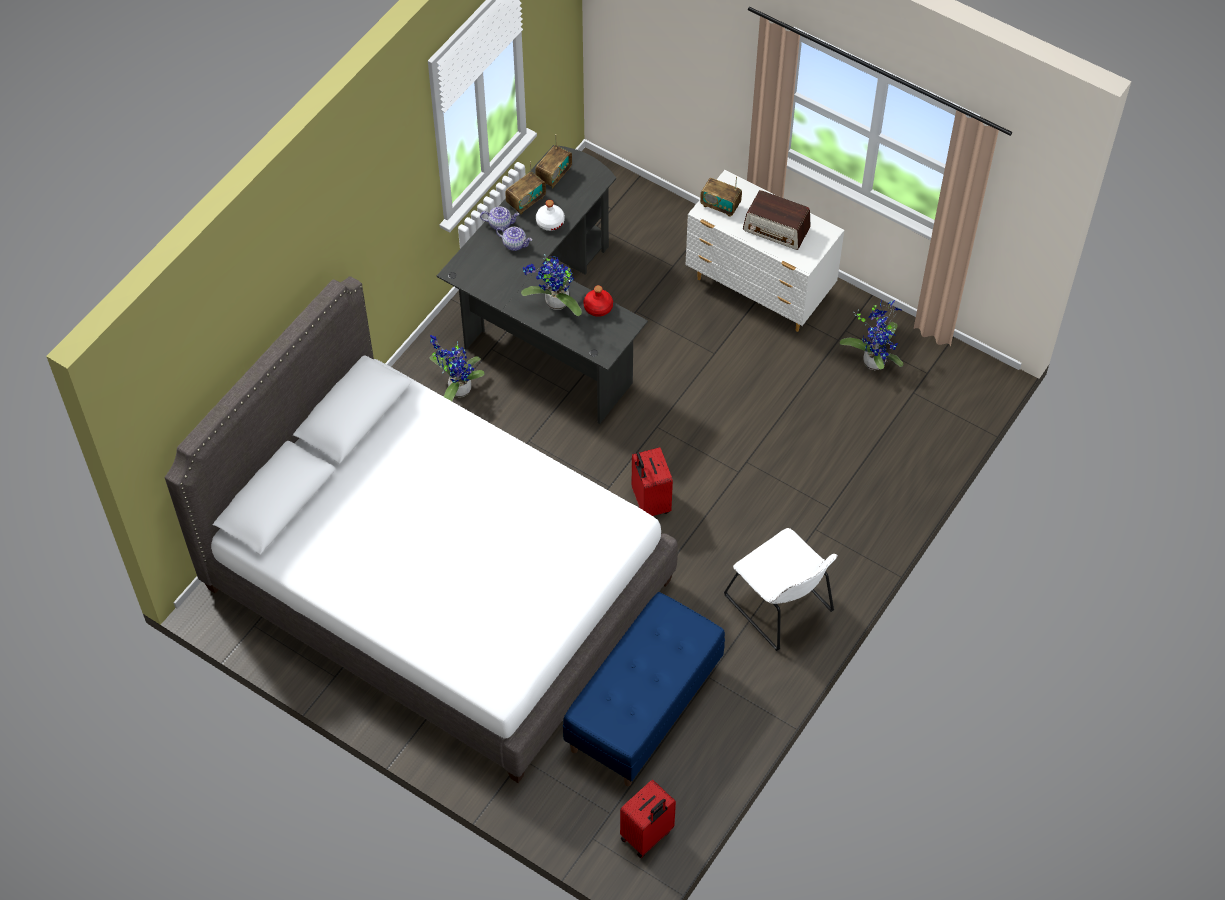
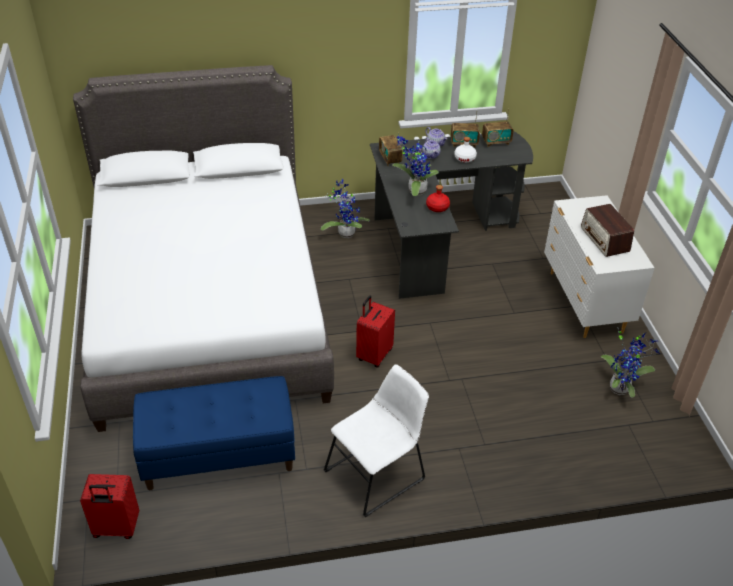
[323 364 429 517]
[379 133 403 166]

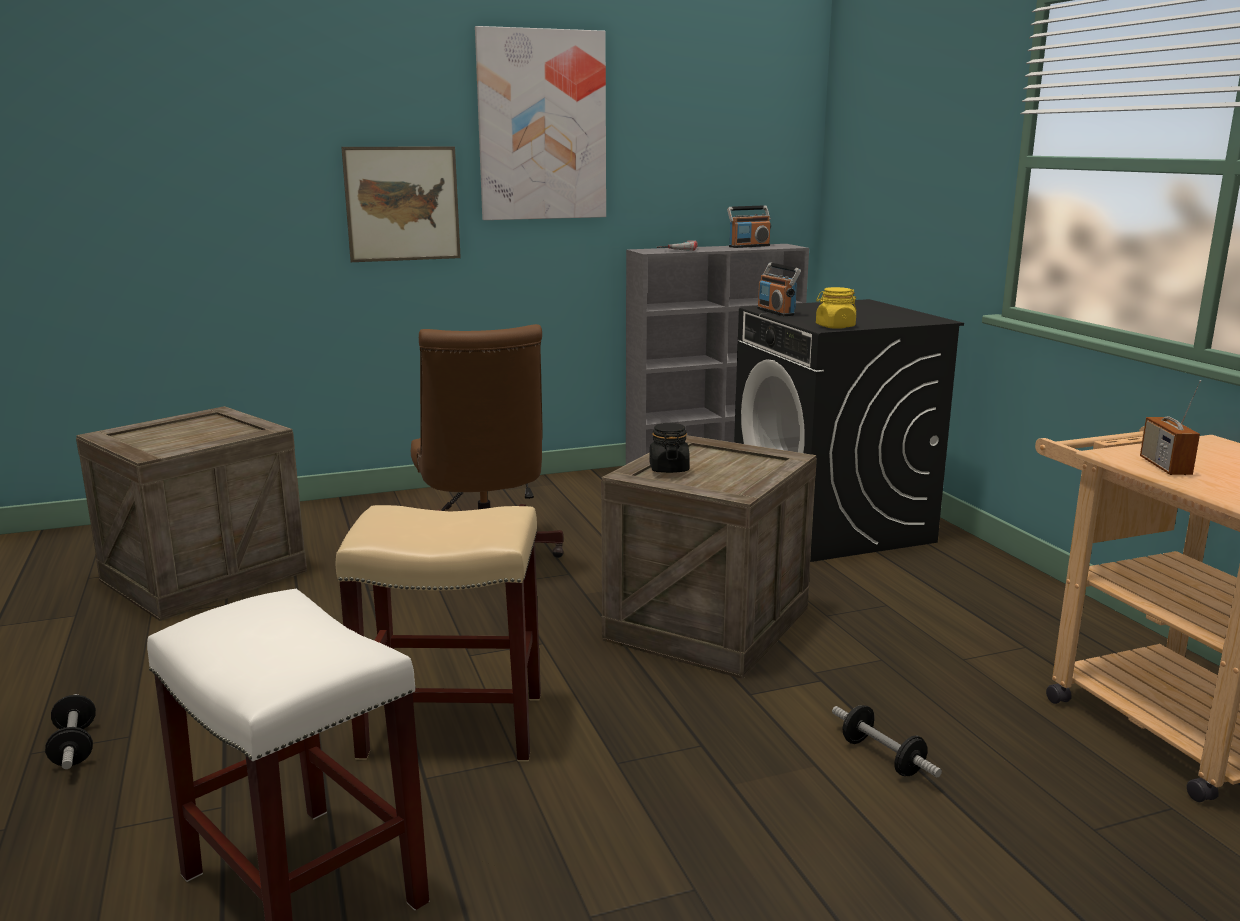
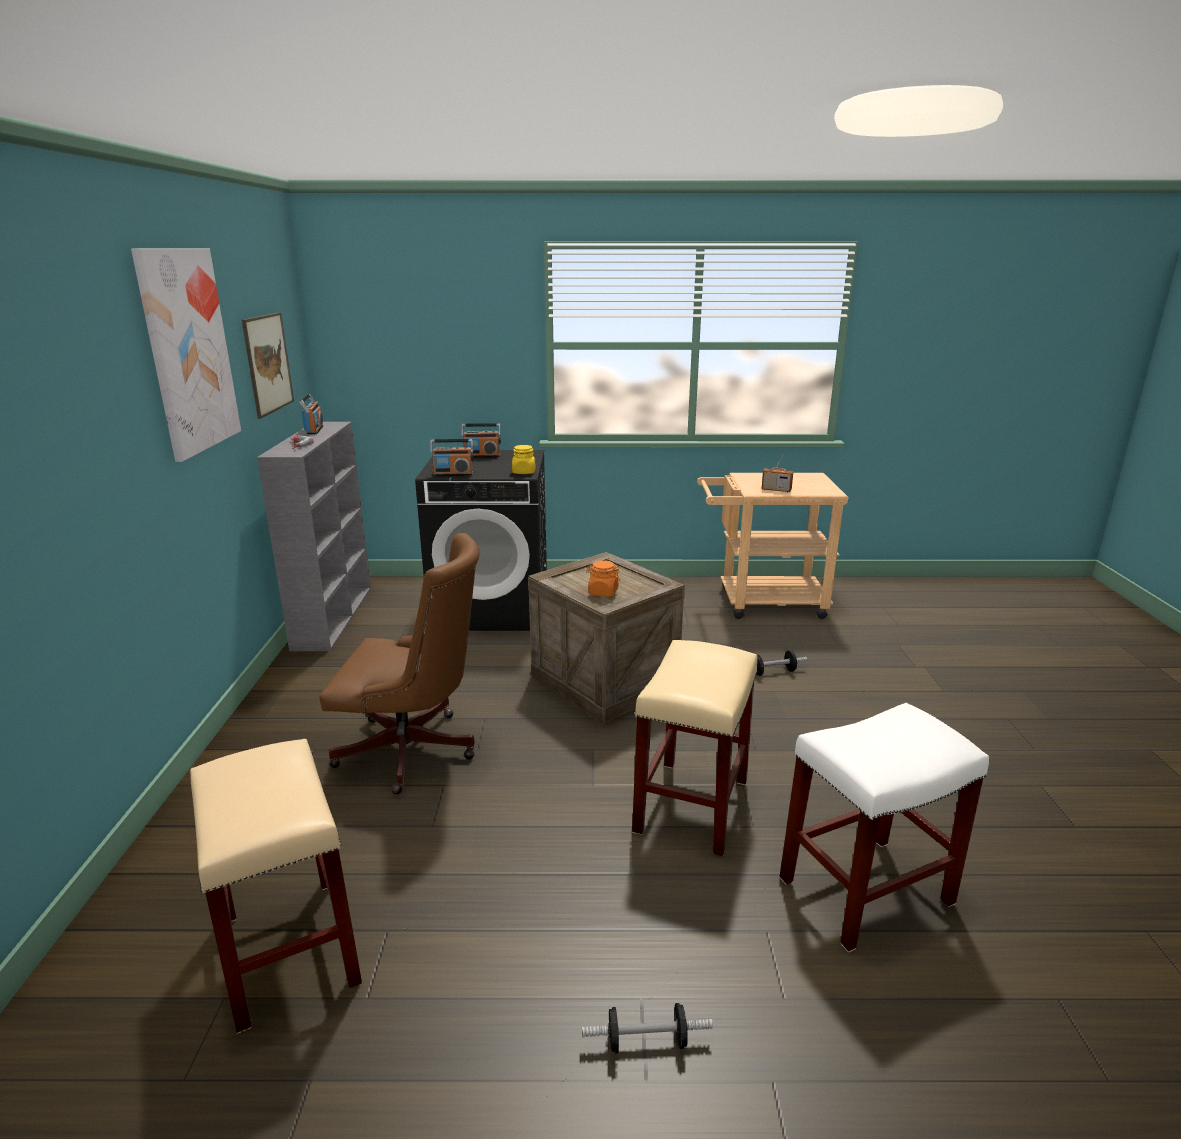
[190 739 362 1034]
[242 312 294 419]
[461 423 501 458]
[586 560 620 597]

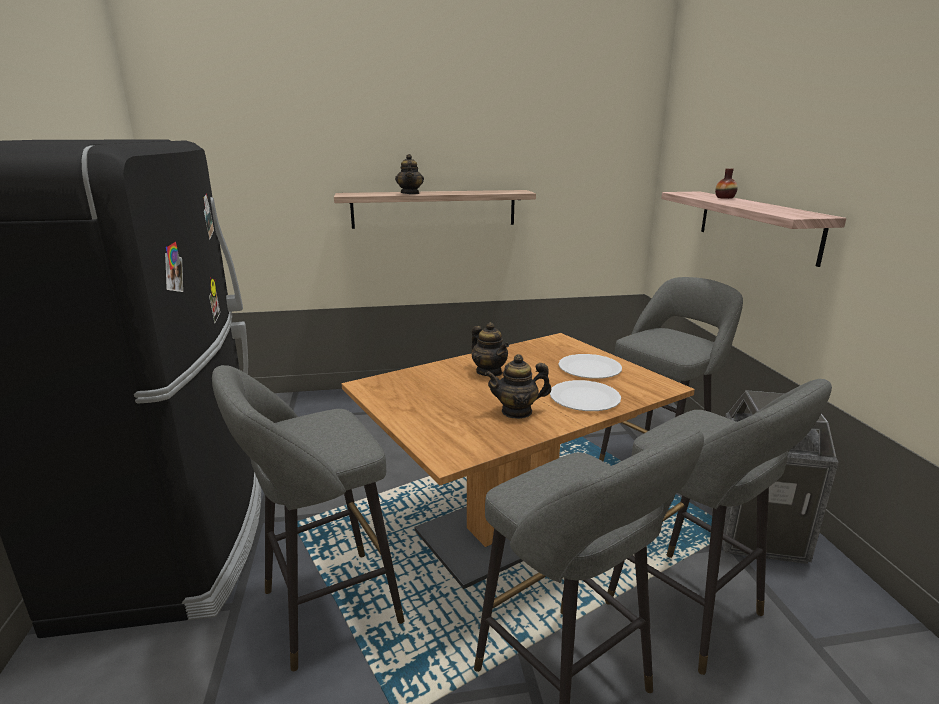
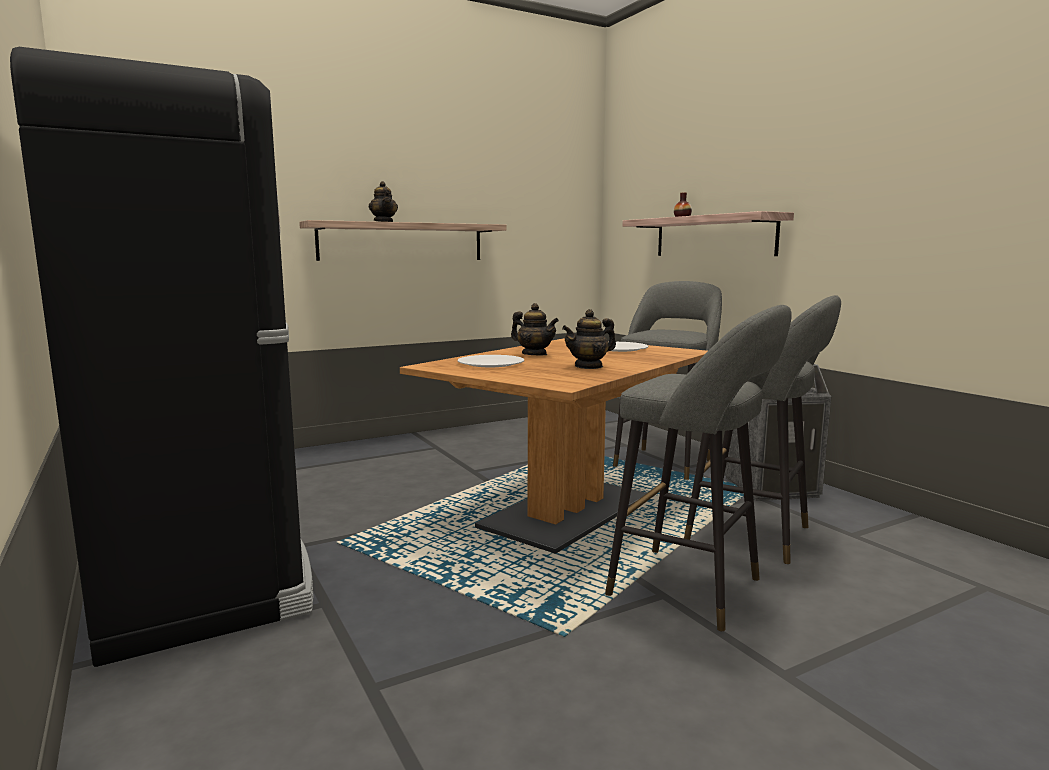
[458 355 524 367]
[212 365 404 671] (first image)

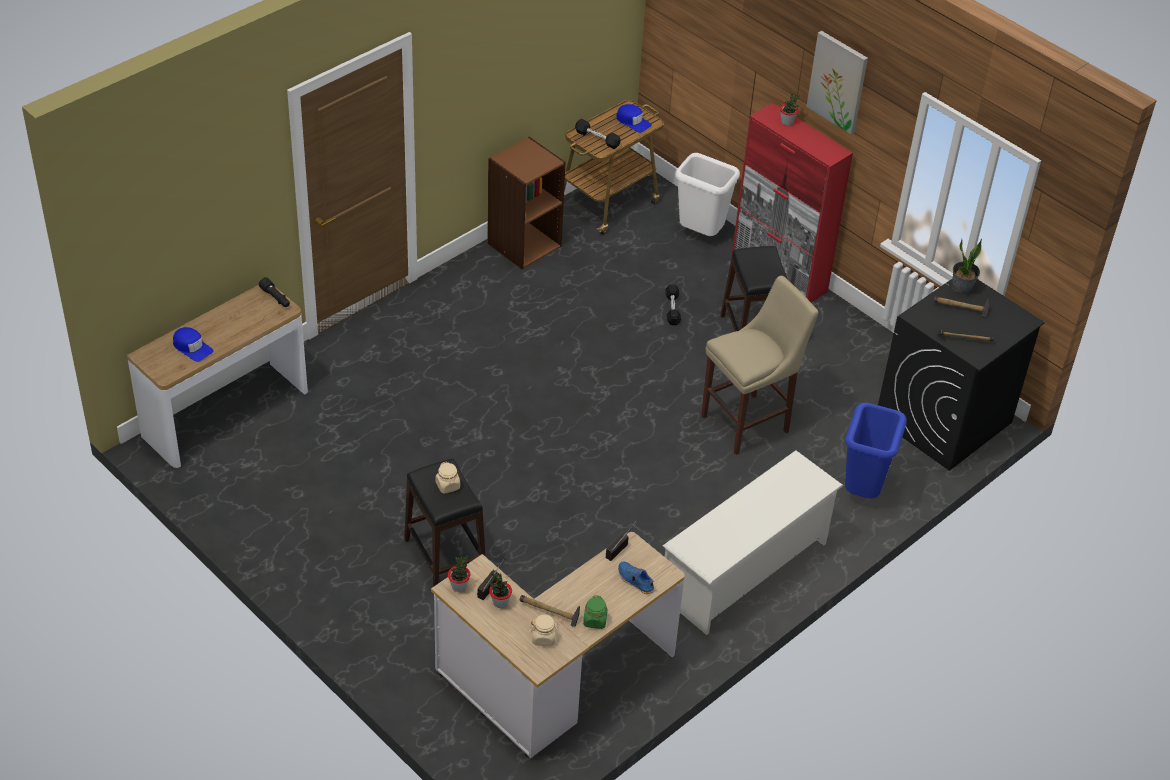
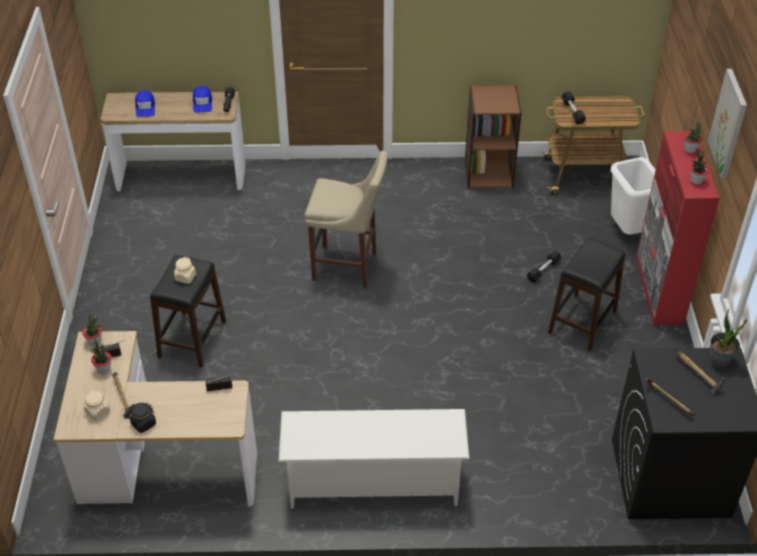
[128 402 156 433]
[193 86 212 113]
[305 151 388 288]
[690 149 709 184]
[618 561 655 594] (first image)
[845 403 907 499] (first image)

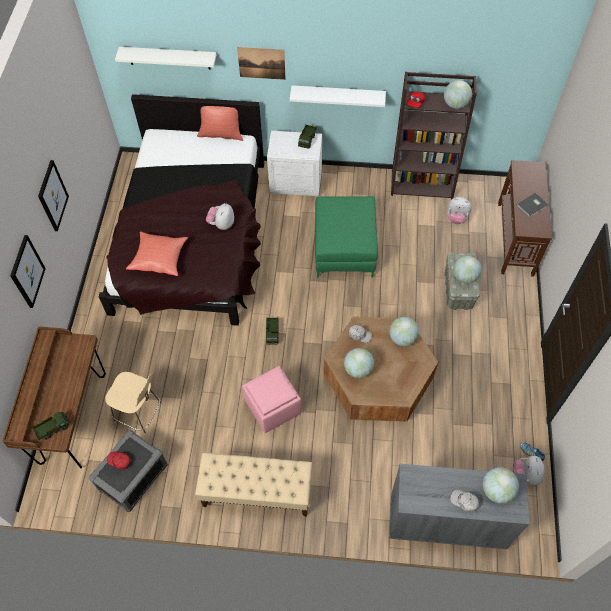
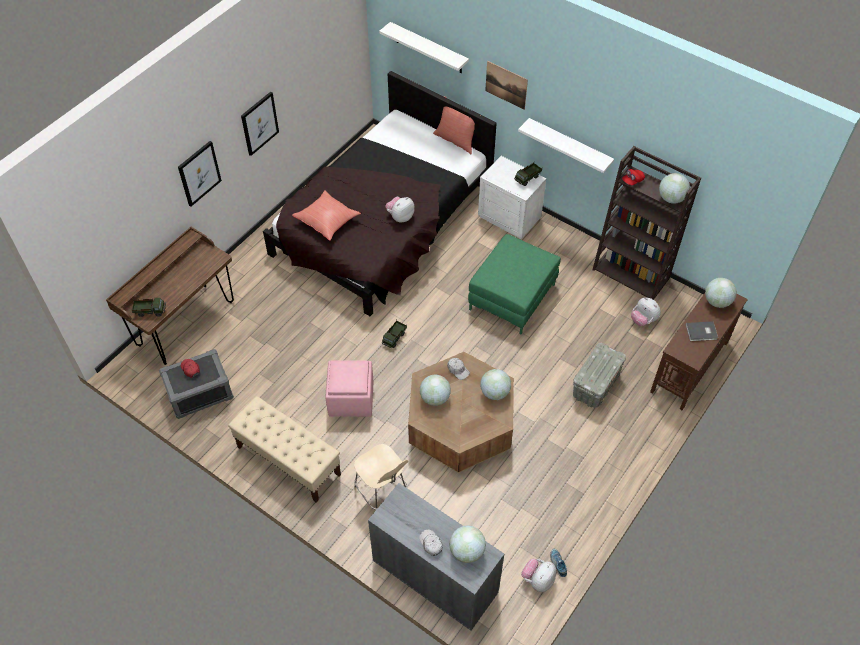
[354 444 408 510]
[705 278 737 308]

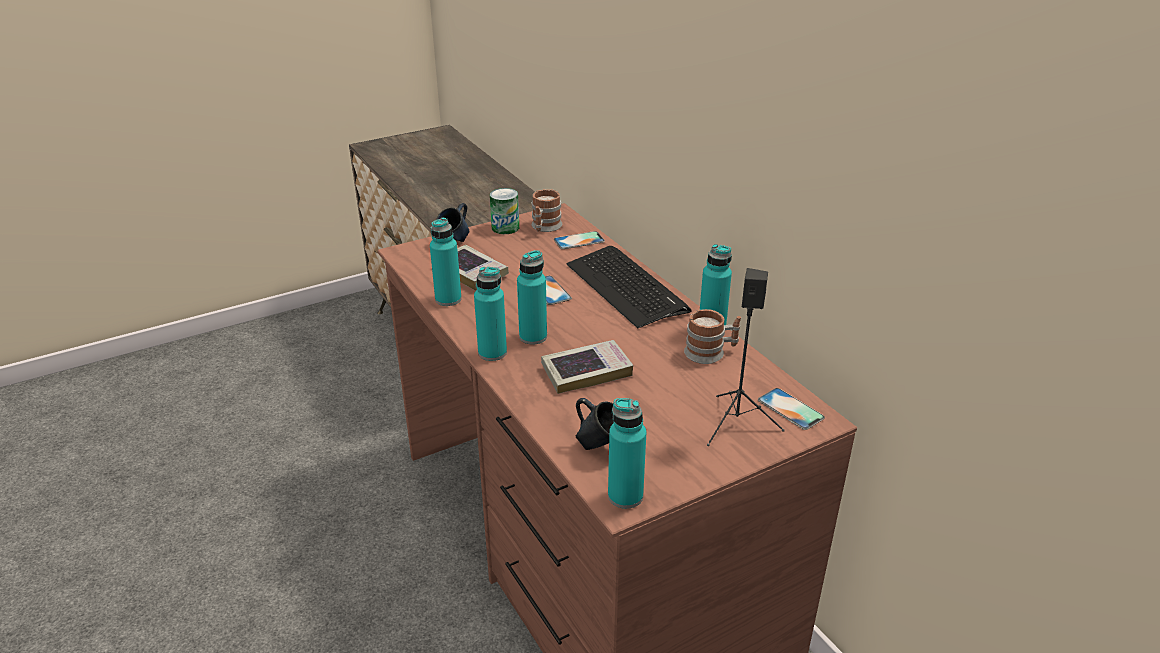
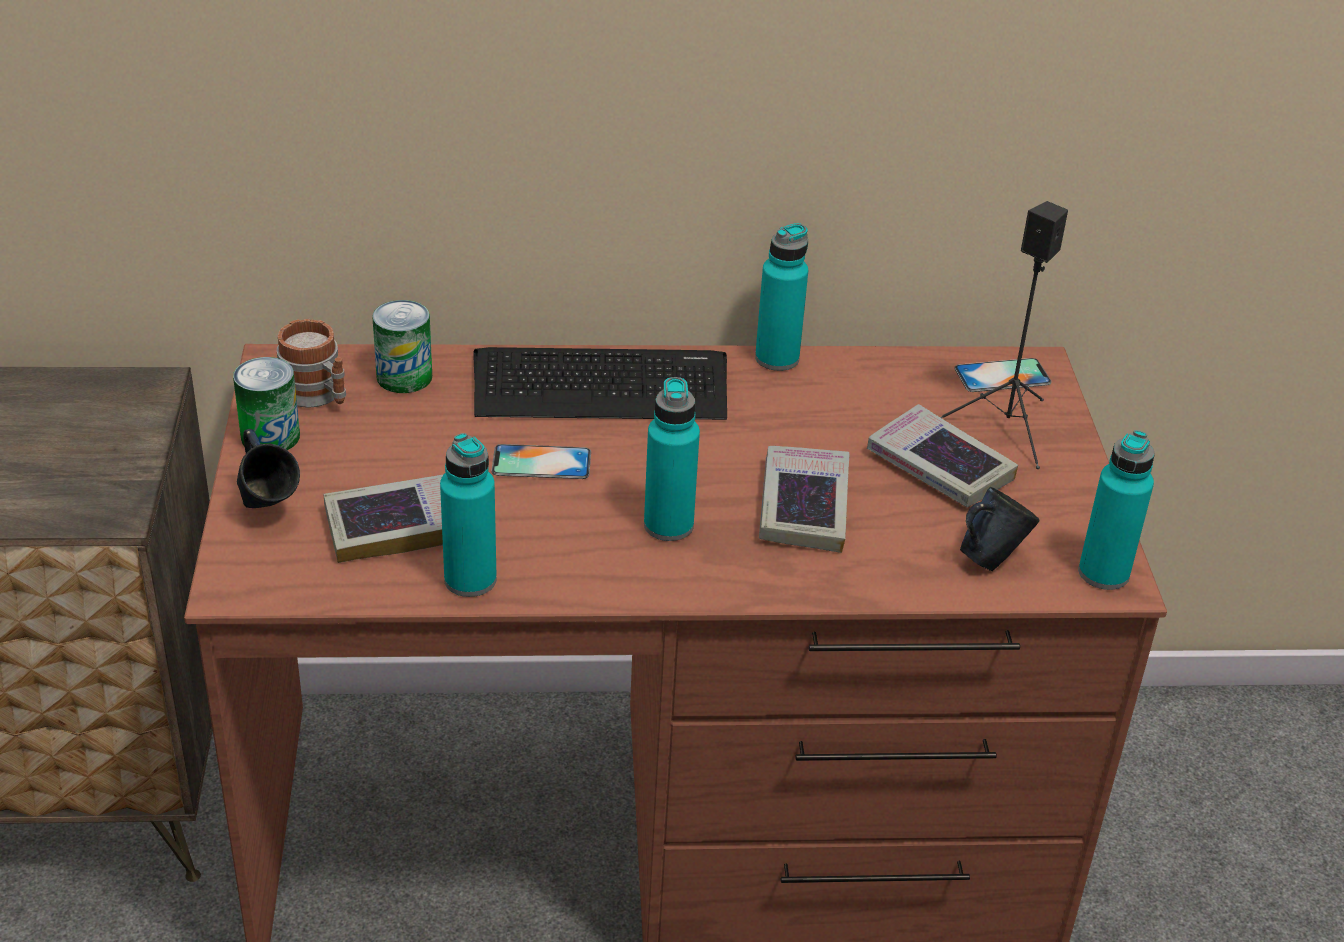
[372 300 432 393]
[867 404 1018 507]
[474 267 507 361] (first image)
[684 309 741 364] (first image)

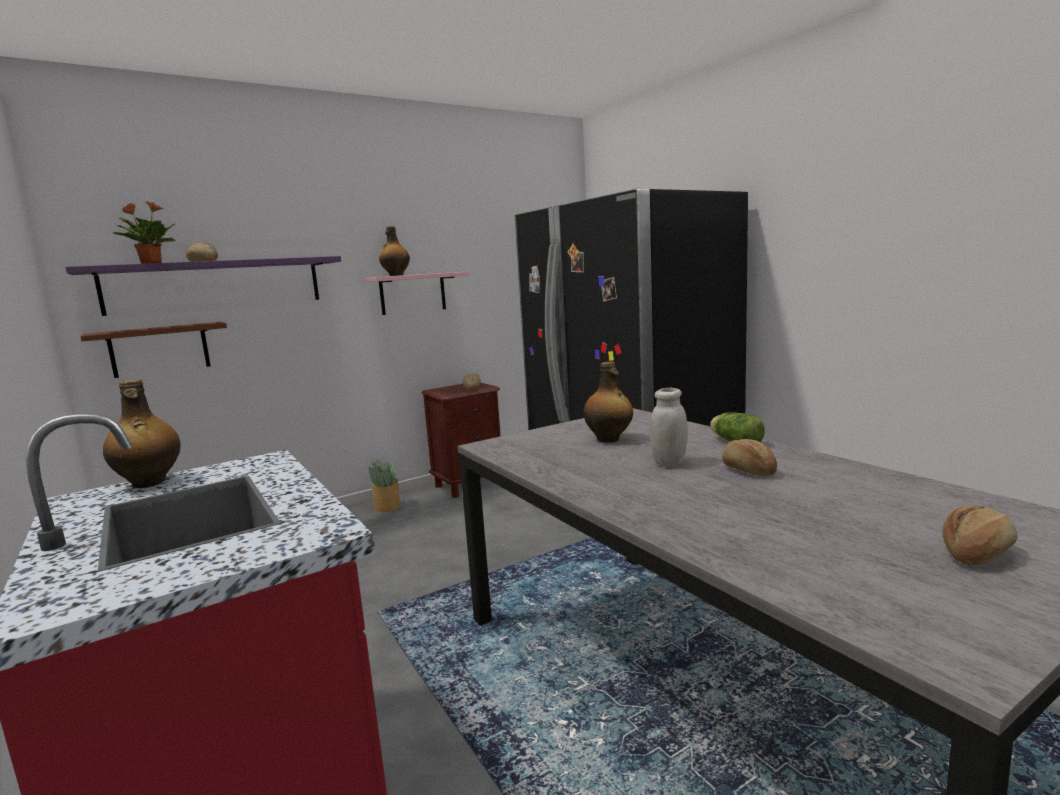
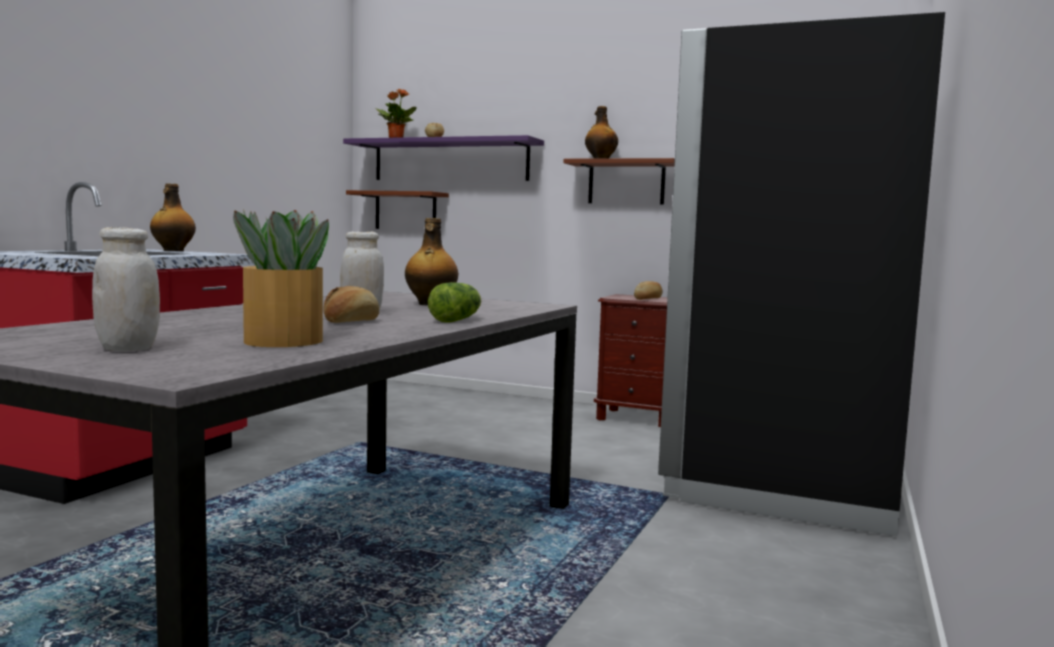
[92 227 160 351]
[233 209 329 347]
[563 158 675 205]

